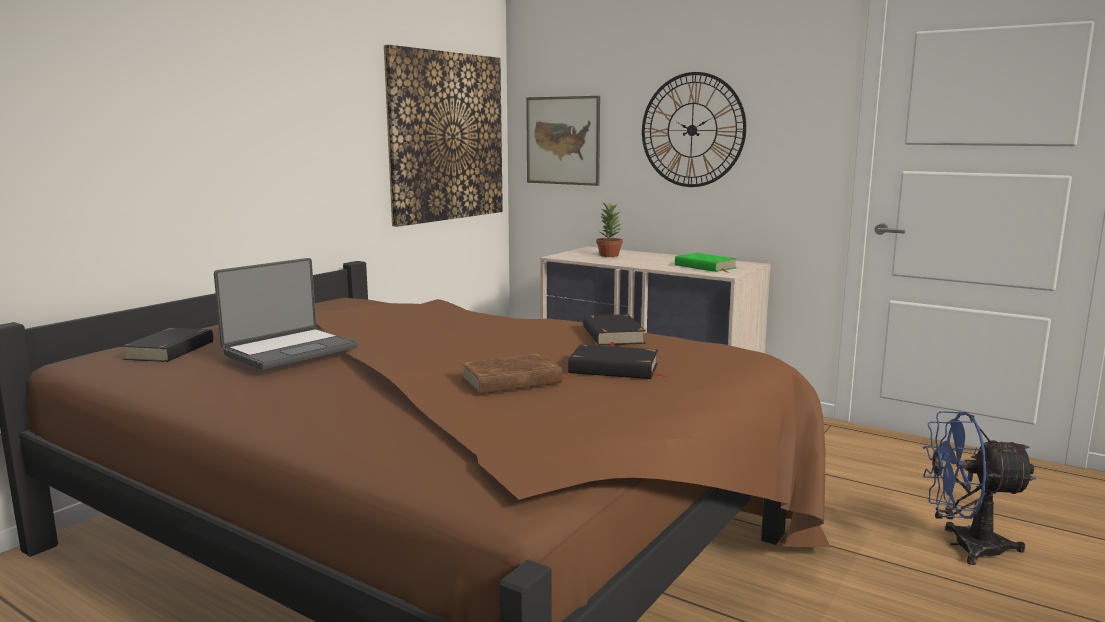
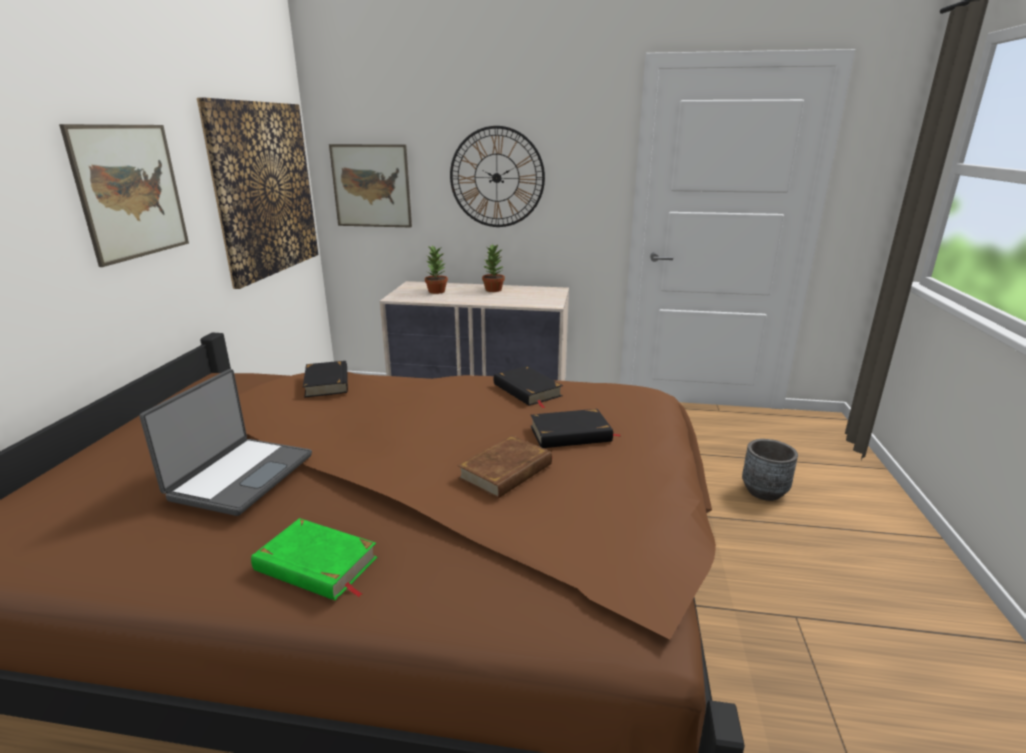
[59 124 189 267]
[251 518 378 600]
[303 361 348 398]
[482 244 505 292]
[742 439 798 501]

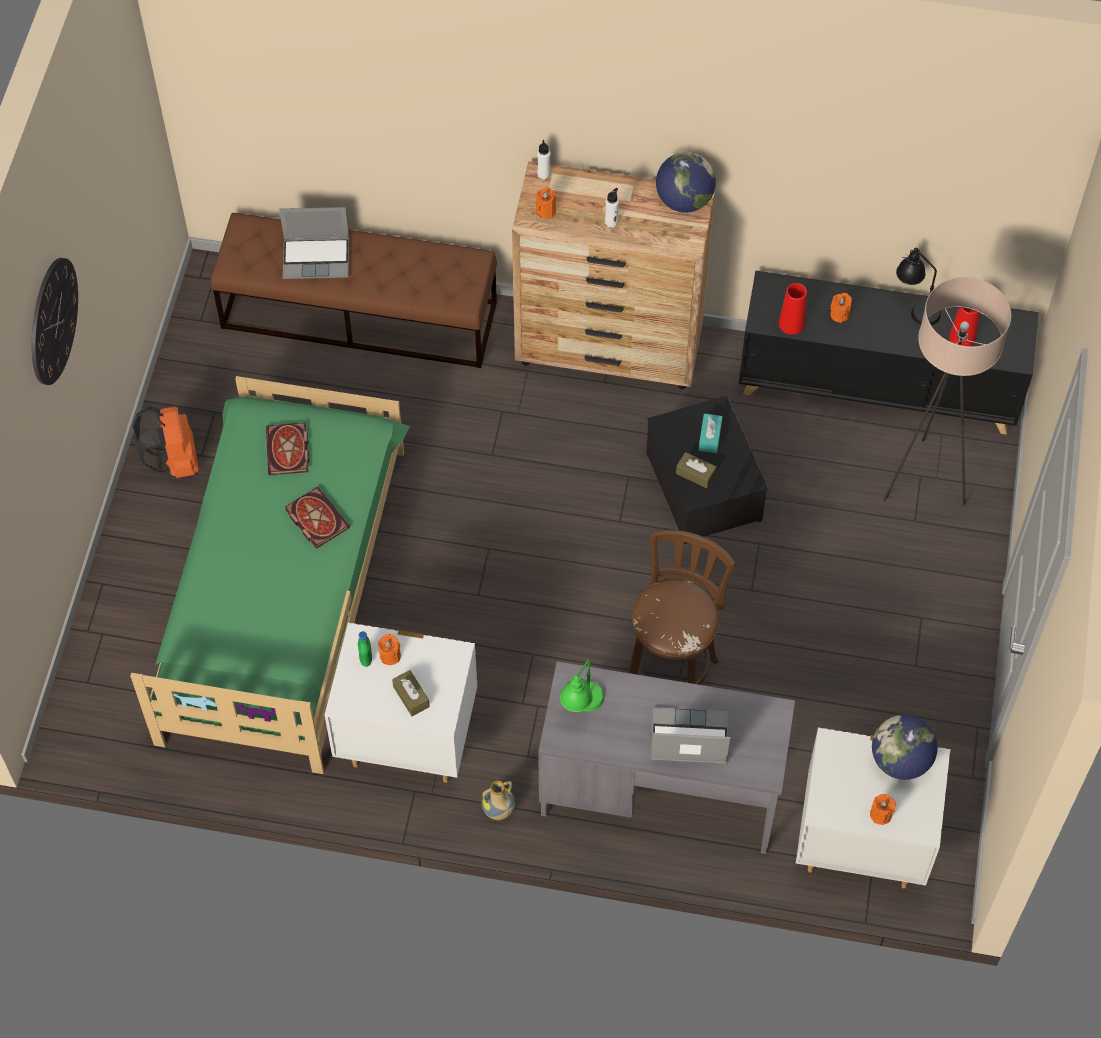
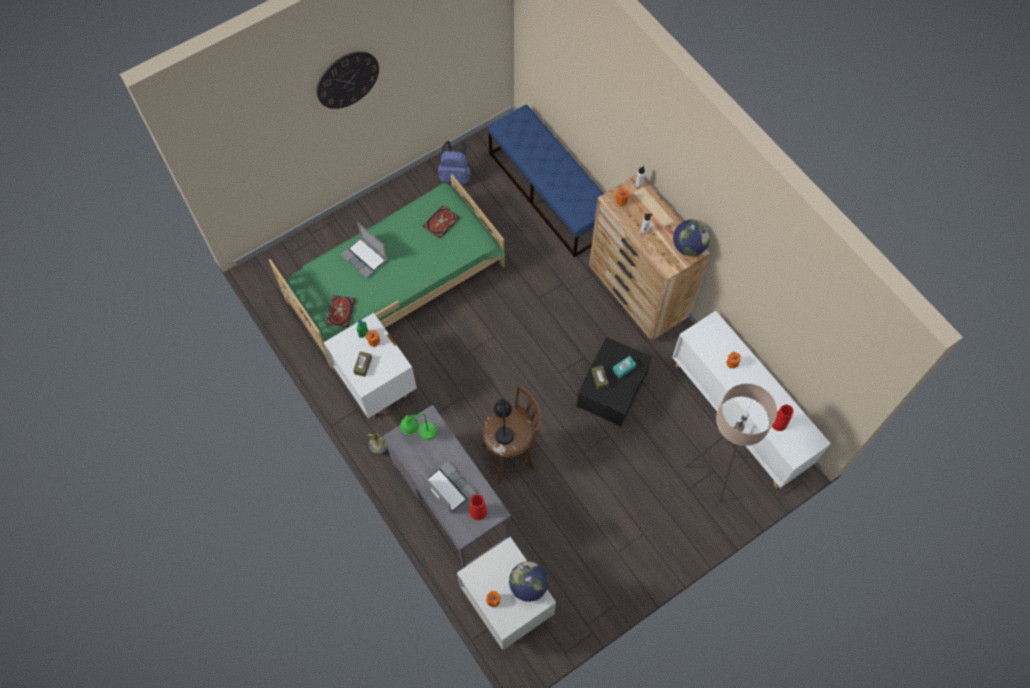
[326 295 355 327]
[341 222 388 278]
[438 141 471 184]
[470 494 487 520]
[487 105 604 257]
[493 398 514 445]
[672 311 831 488]
[132 406 199 478] (first image)

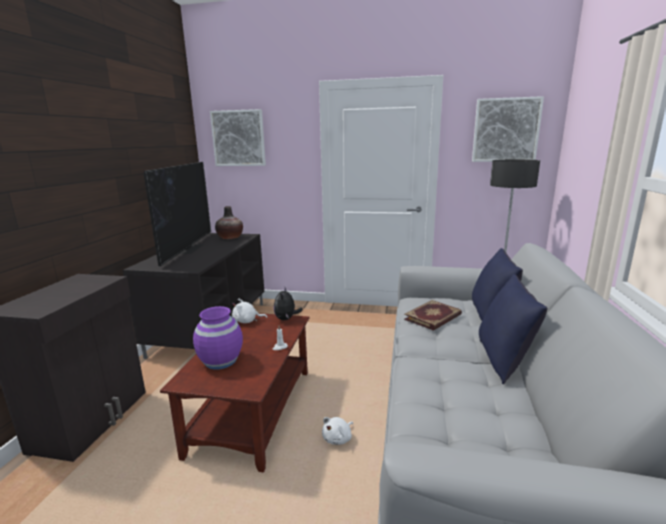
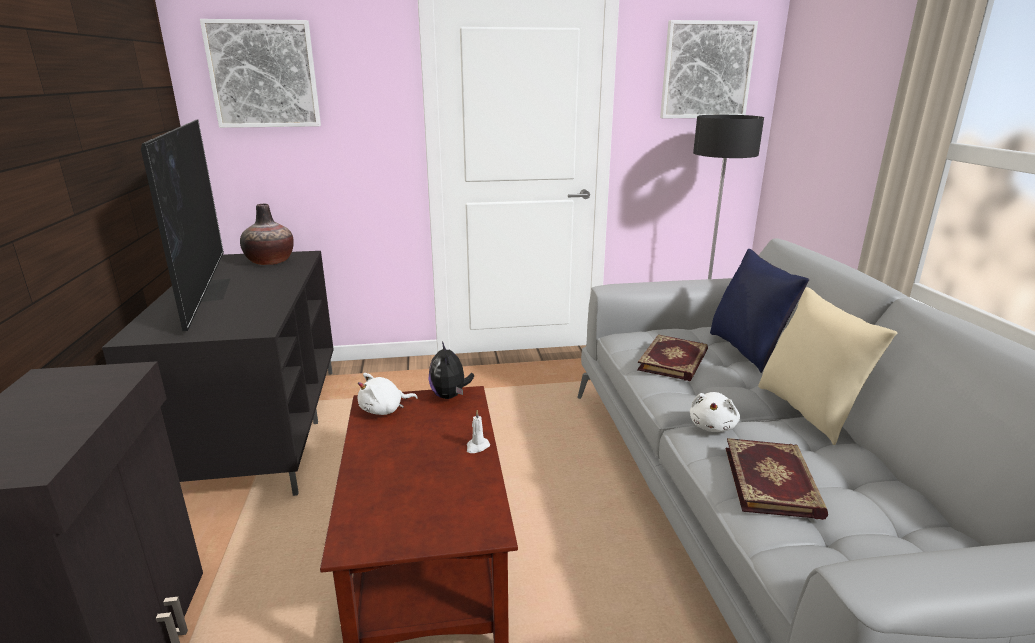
[690 392 740 432]
[726 438 828 520]
[758 287 897 445]
[193 306 243 370] (first image)

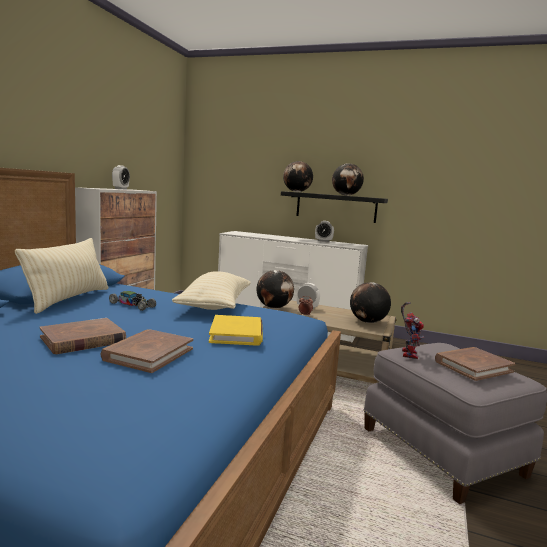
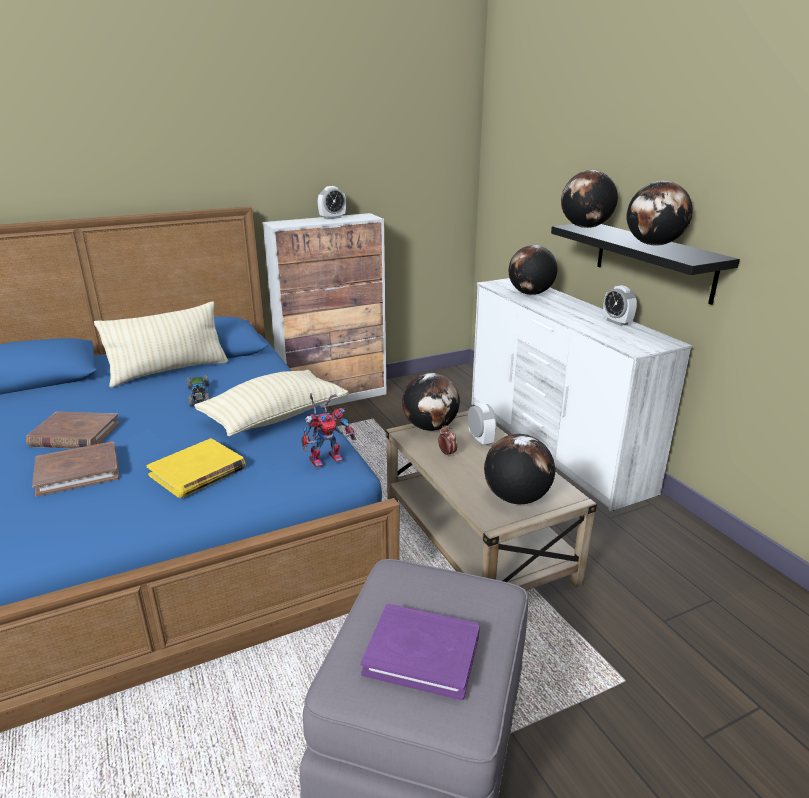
[301 393 356 468]
[361 604 479 700]
[509 245 558 295]

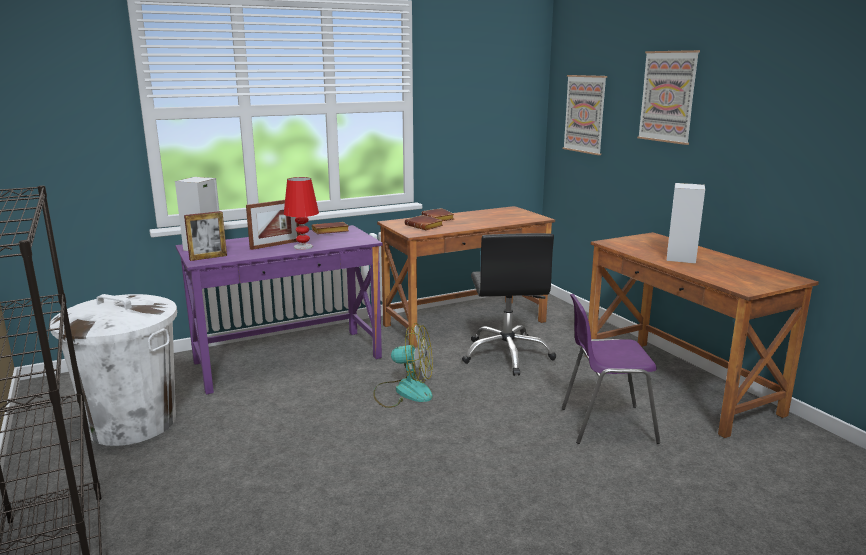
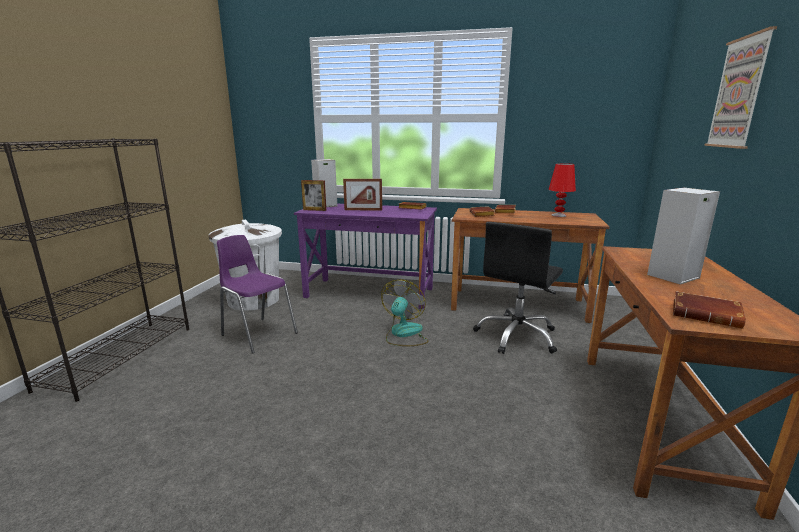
[217 235 298 354]
[381 280 429 346]
[548 163 576 217]
[673 292 746 329]
[562 75 607 155] (first image)

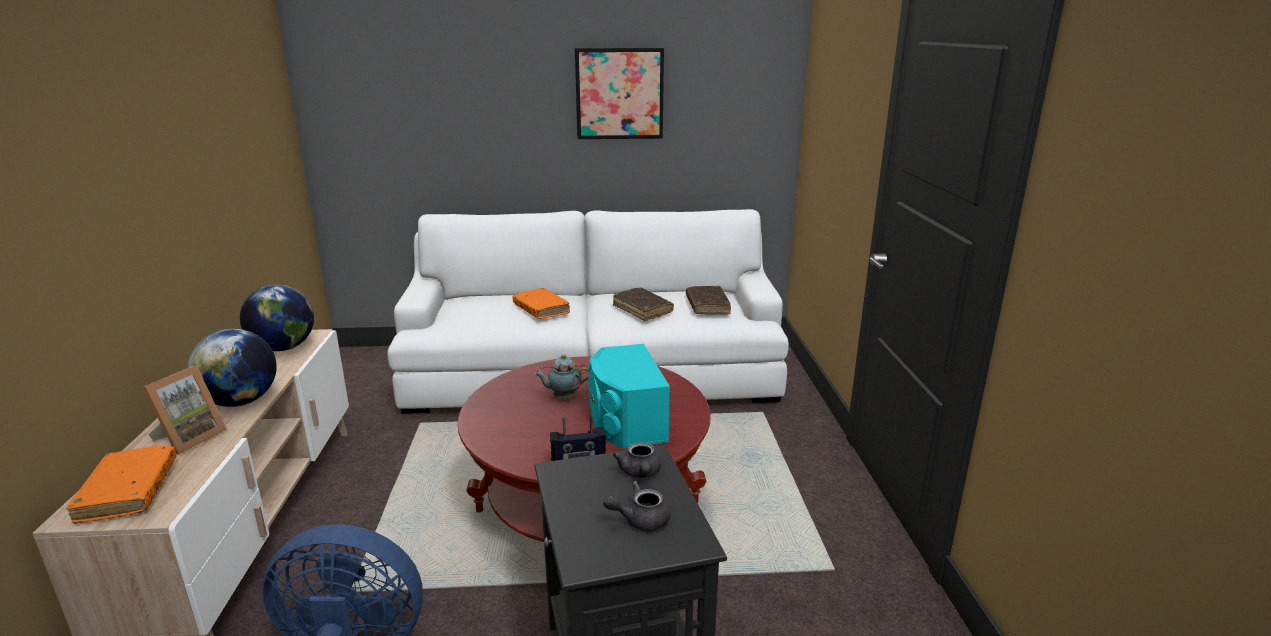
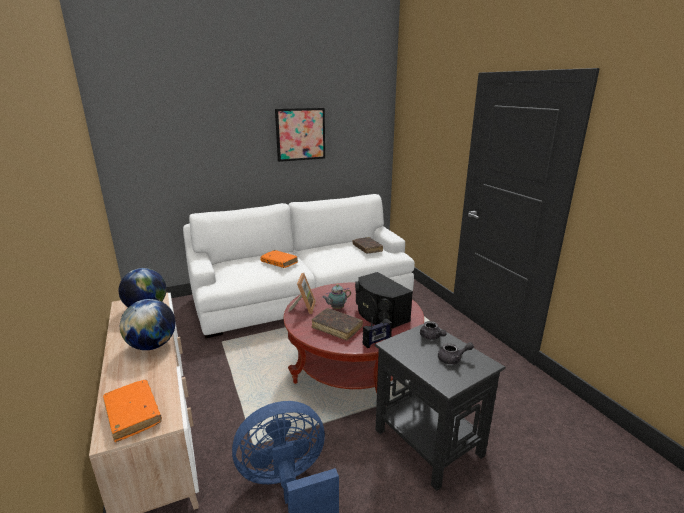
[288 273 316 314]
[311 308 363 340]
[355 272 413 329]
[438 342 474 364]

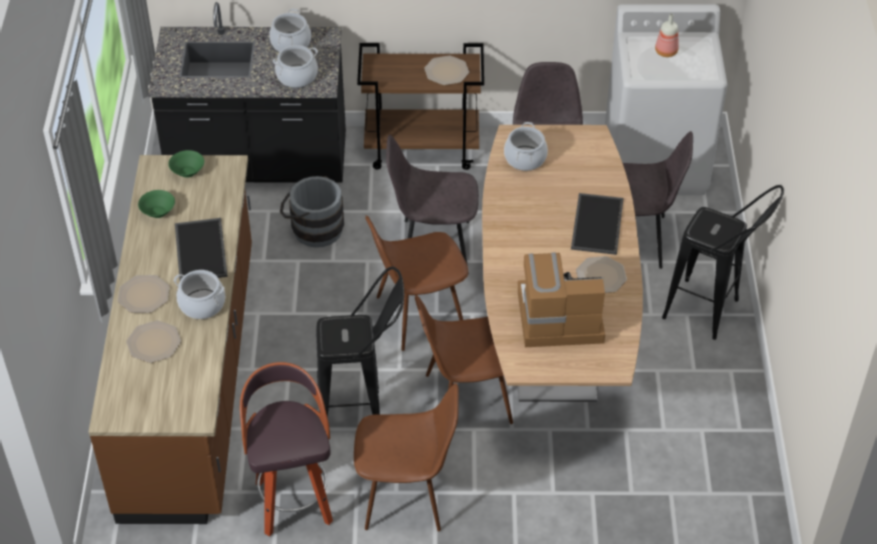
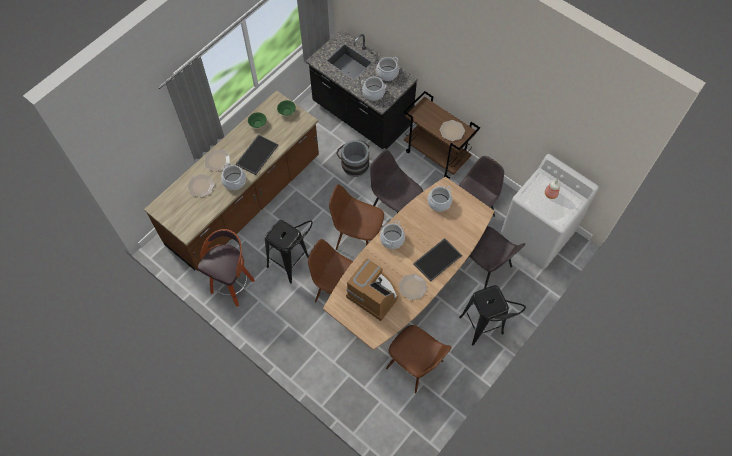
[380 221 405 249]
[386 325 451 394]

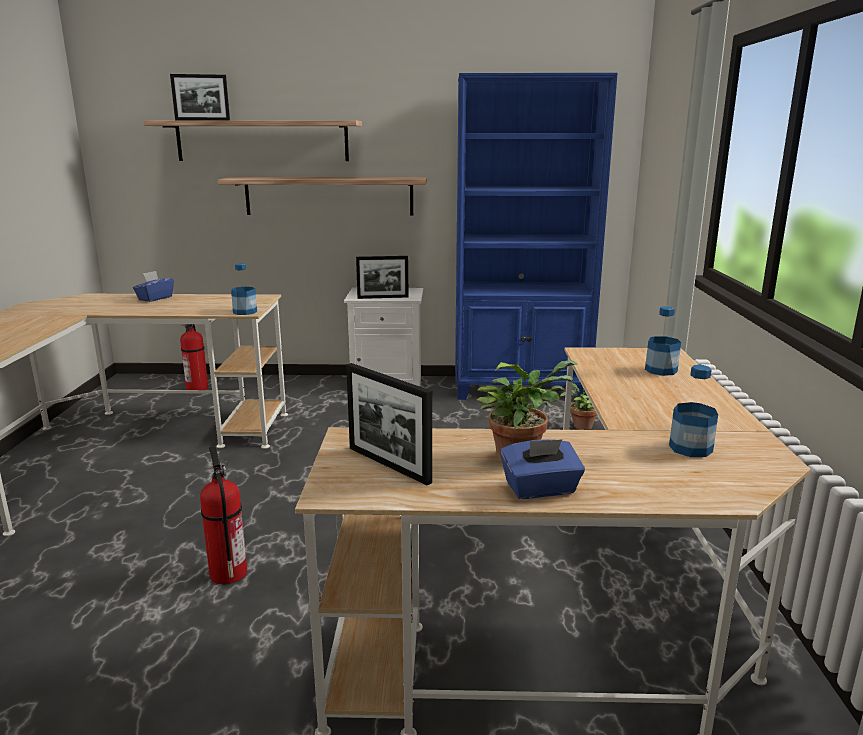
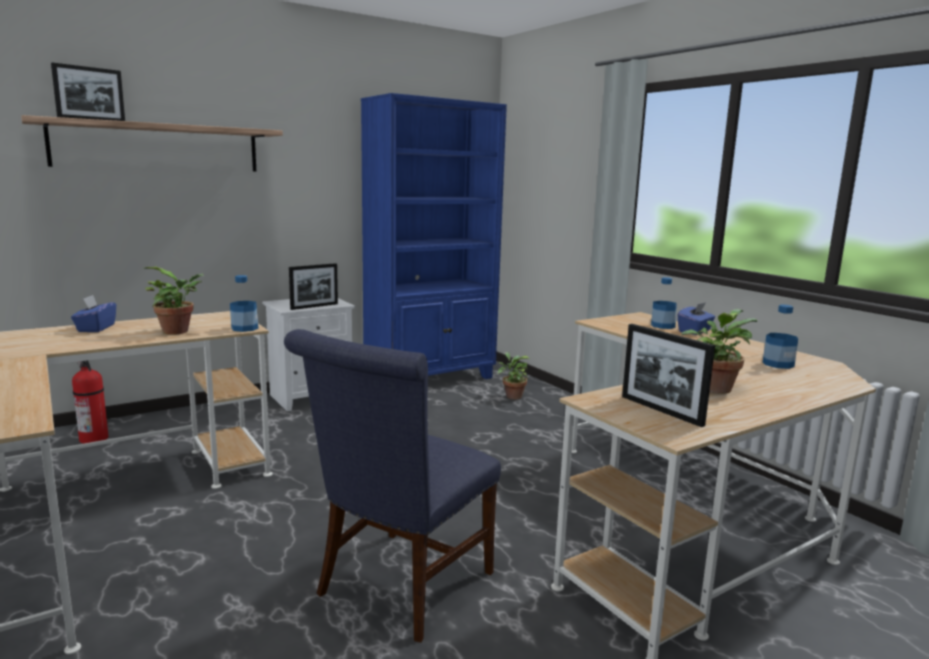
[144 266 204 335]
[284 329 501 643]
[622 324 715 427]
[678 302 715 335]
[218 177 427 215] (first image)

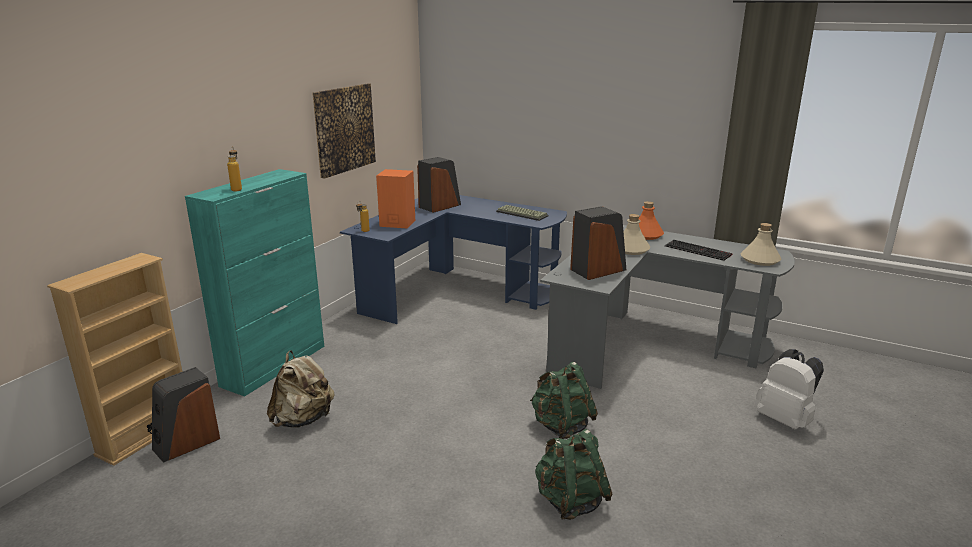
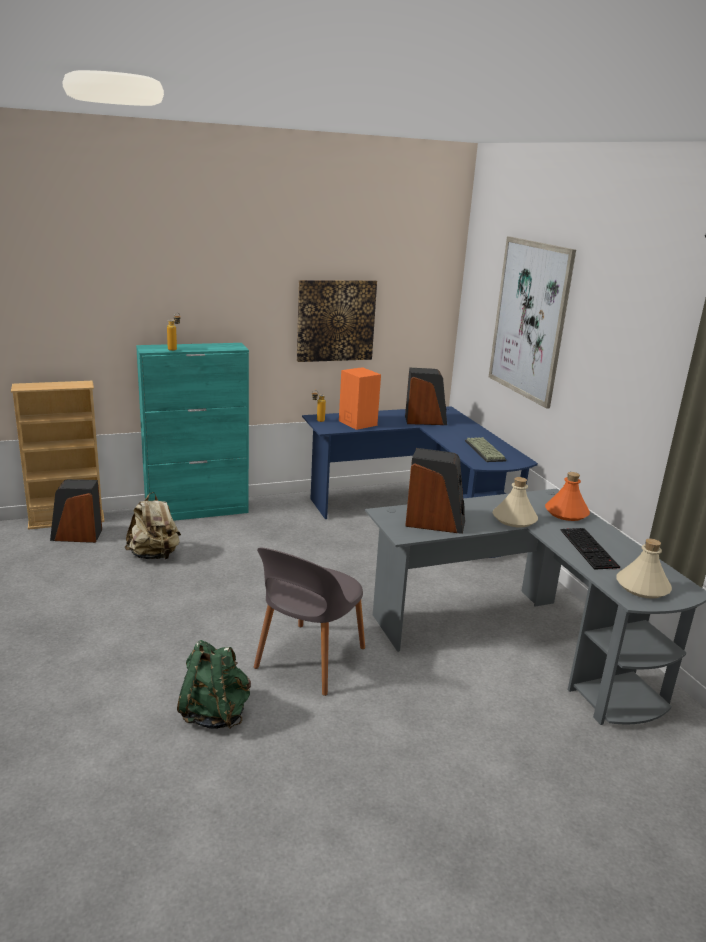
[254 547 365 696]
[489 236 576 409]
[755 349 824 430] (first image)

